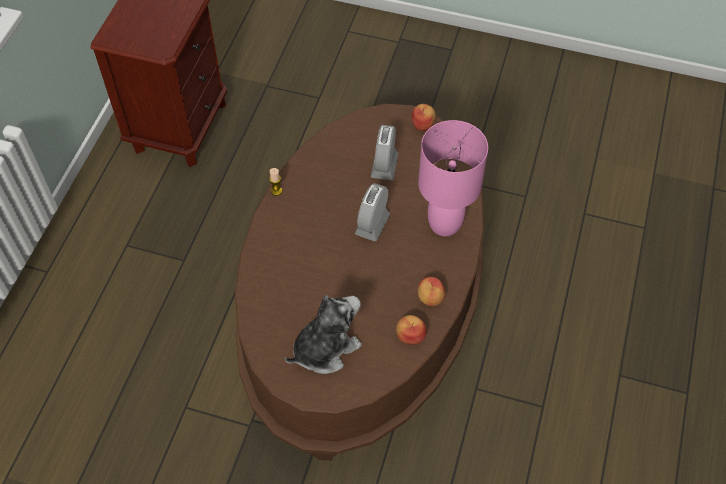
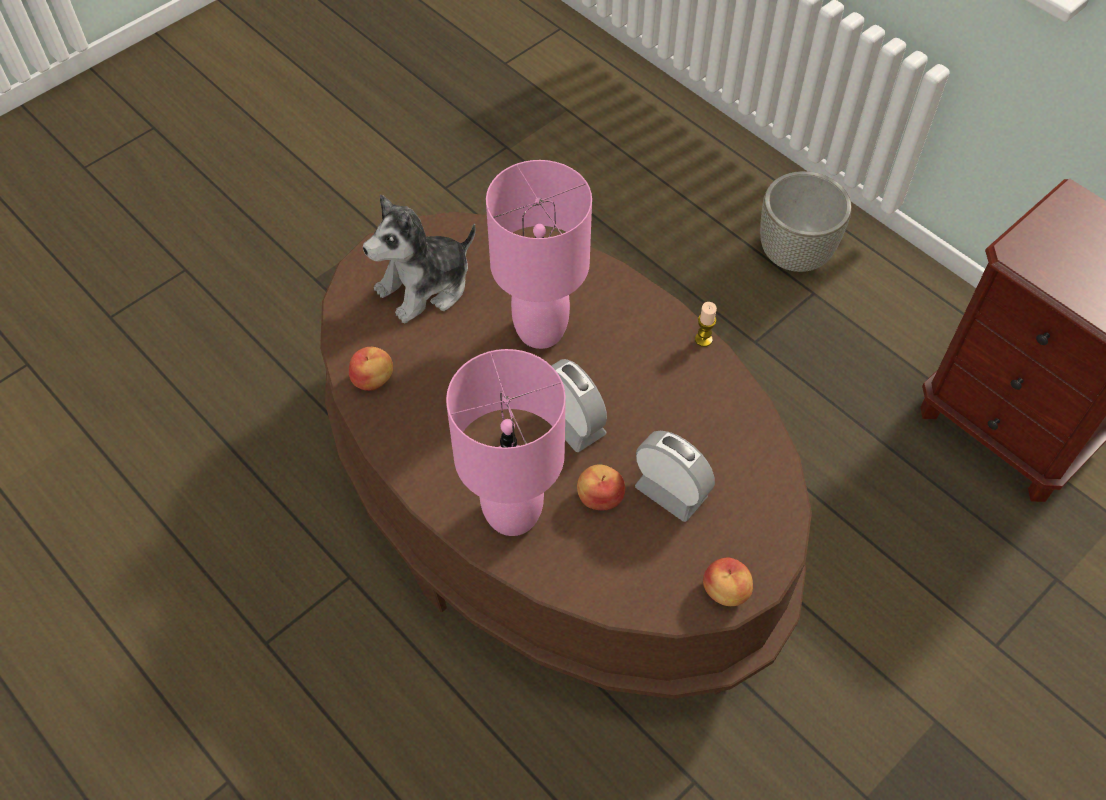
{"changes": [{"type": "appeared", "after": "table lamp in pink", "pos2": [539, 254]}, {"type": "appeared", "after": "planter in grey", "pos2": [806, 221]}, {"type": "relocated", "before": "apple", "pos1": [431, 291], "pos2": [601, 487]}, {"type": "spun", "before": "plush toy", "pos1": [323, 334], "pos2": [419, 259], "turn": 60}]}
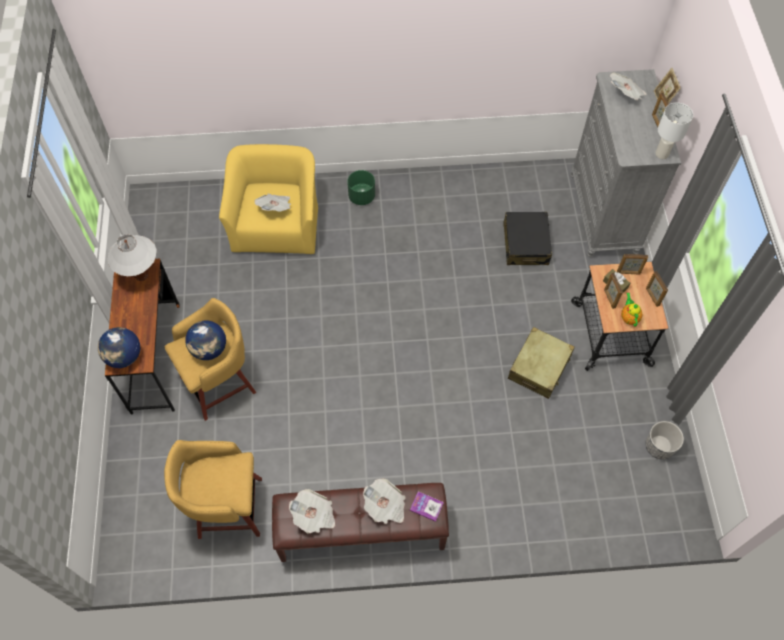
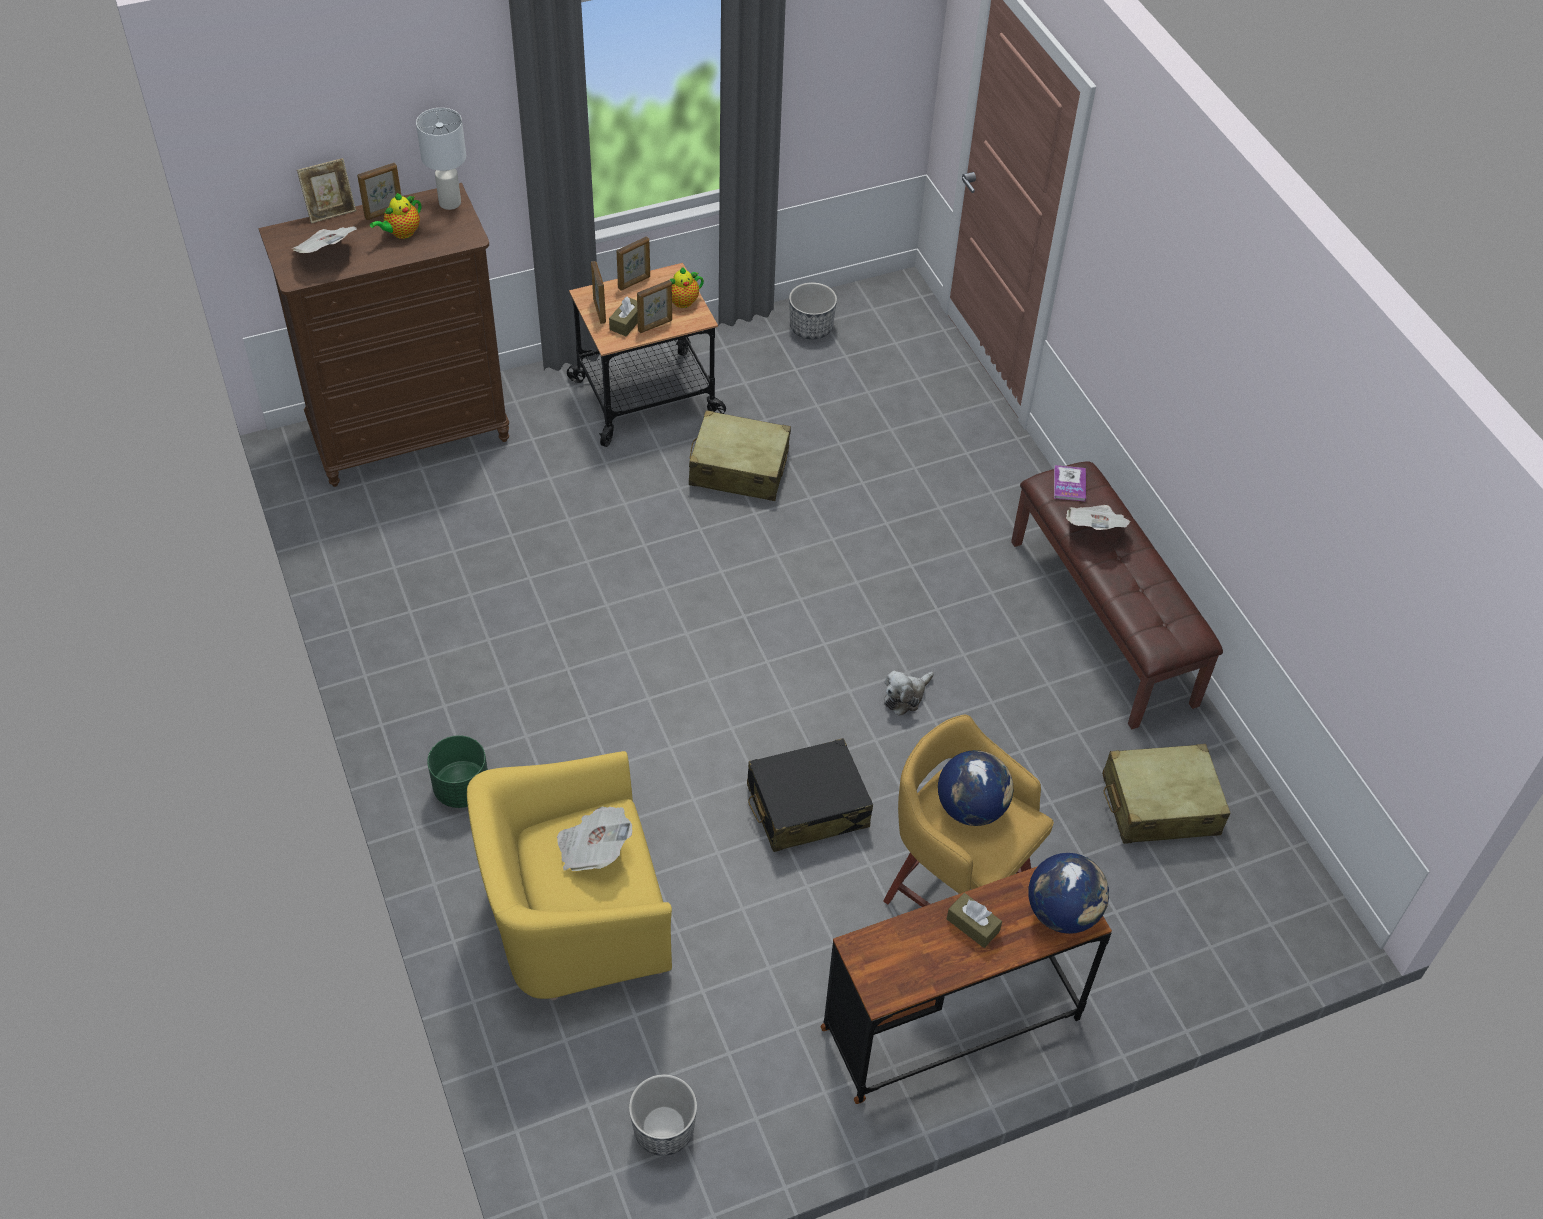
{"changes": [{"type": "missing", "before": "table lamp in white", "pos1": [132, 257]}, {"type": "missing", "before": "newspaper", "pos1": [312, 511]}, {"type": "appeared", "after": "teapot", "pos2": [395, 216]}, {"type": "appeared", "after": "planter", "pos2": [663, 1115]}, {"type": "appeared", "after": "plush toy", "pos2": [909, 693]}, {"type": "appeared", "after": "tissue box in brown", "pos2": [974, 920]}, {"type": "relocated", "before": "suitcase in black", "pos1": [527, 238], "pos2": [810, 795]}, {"type": "exchanged", "before": "stool in yellow", "after": "suitcase in beige", "pos1": [213, 489], "pos2": [1166, 794]}, {"type": "colour", "before": "dresser in grey", "after": "dresser in brown", "pos1": [625, 163], "pos2": [383, 335]}]}
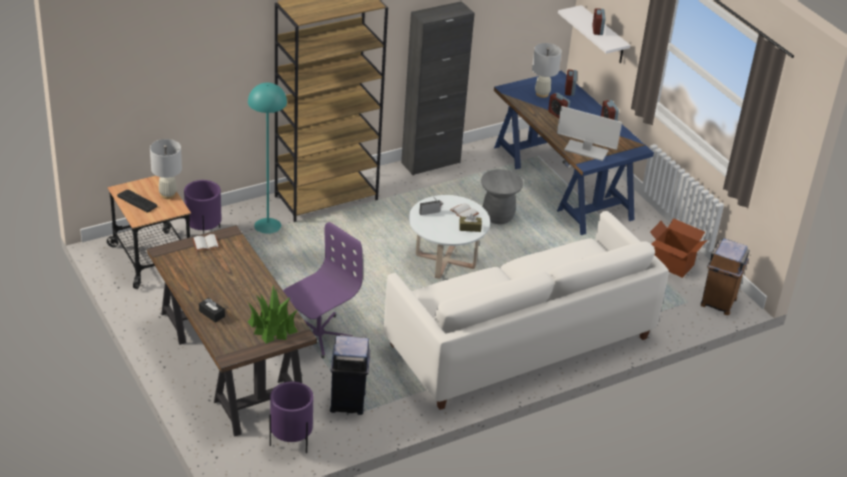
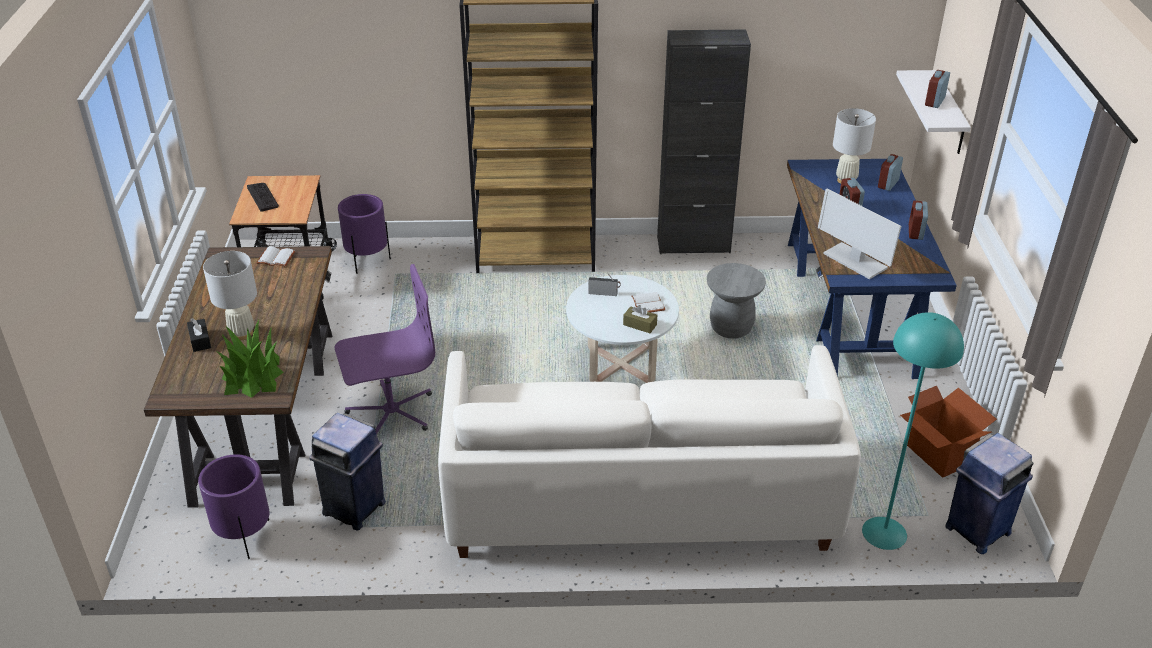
{"changes": [{"type": "relocated", "before": "table lamp in white", "pos1": [166, 169], "pos2": [230, 295]}, {"type": "relocated", "before": "floor lamp in turquoise", "pos1": [267, 158], "pos2": [913, 431]}, {"type": "colour", "before": "trash can in brown", "after": "trash can in blue", "pos1": [725, 276], "pos2": [990, 493]}]}
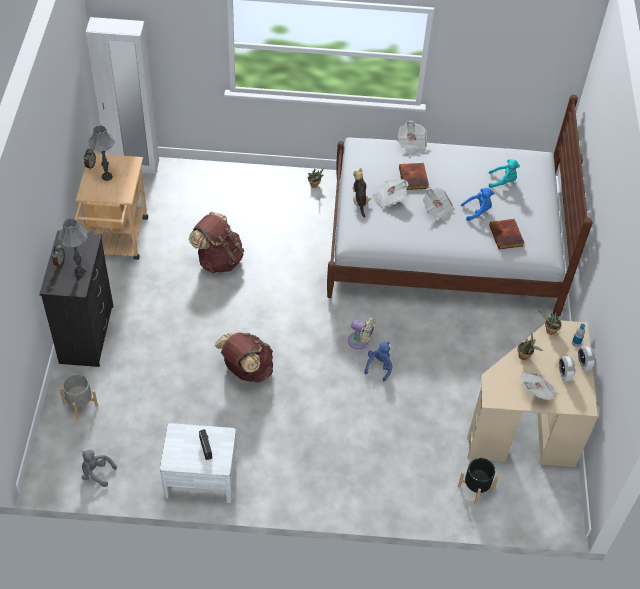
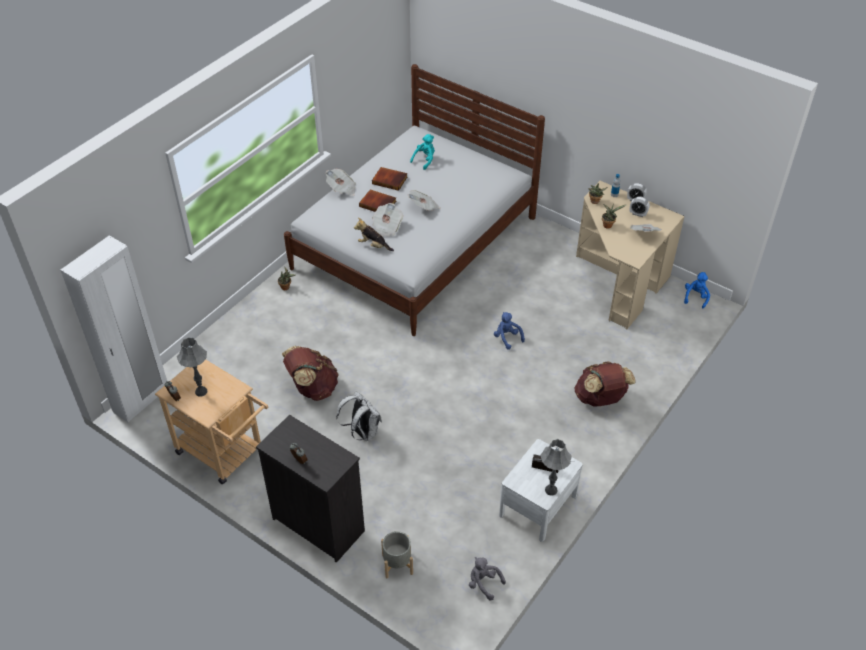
{"changes": [{"type": "missing", "before": "fan in beige", "pos1": [362, 333]}, {"type": "missing", "before": "planter in black", "pos1": [478, 481]}, {"type": "appeared", "after": "backpack in white", "pos2": [359, 416]}, {"type": "relocated", "before": "table lamp in grey", "pos1": [72, 247], "pos2": [556, 467]}, {"type": "relocated", "before": "backpack in brown", "pos1": [244, 357], "pos2": [605, 383]}, {"type": "relocated", "before": "plush toy in blue", "pos1": [478, 204], "pos2": [697, 290]}, {"type": "relocated", "before": "book", "pos1": [506, 234], "pos2": [389, 179]}, {"type": "spun", "before": "plush toy in grey", "pos1": [99, 468], "pos2": [487, 579], "turn": 75}]}
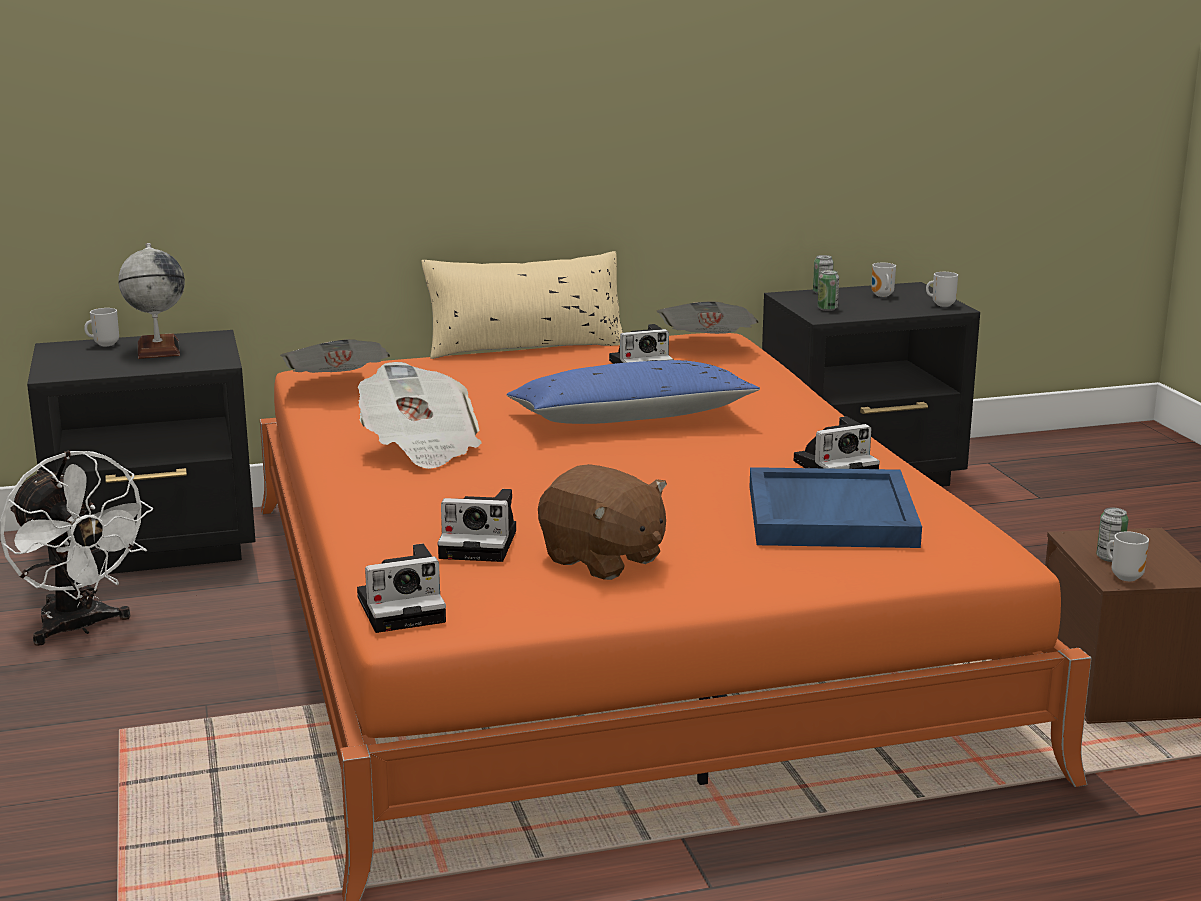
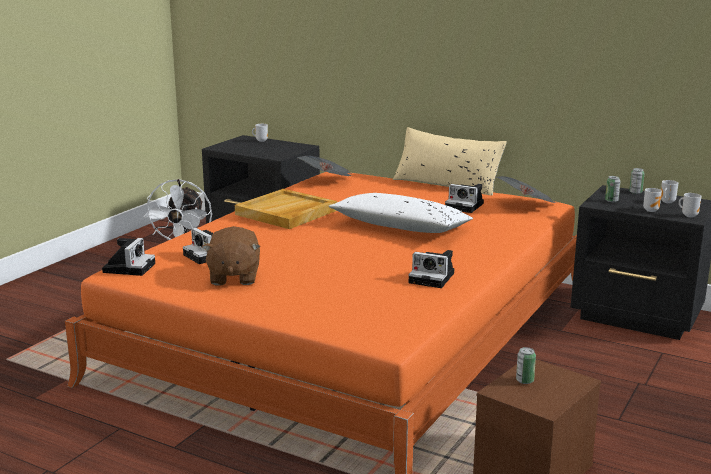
{"changes": [{"type": "missing", "before": "globe", "pos1": [151, 301]}, {"type": "missing", "before": "tray in blue", "pos1": [836, 507]}, {"type": "relocated", "before": "mug", "pos1": [1127, 556], "pos2": [652, 200]}, {"type": "exchanged", "before": "newspaper", "after": "tray in beige", "pos1": [420, 415], "pos2": [286, 209]}, {"type": "colour", "before": "pillow in blue", "after": "pillow in white", "pos1": [633, 392], "pos2": [401, 213]}, {"type": "spun", "before": "photo camera", "pos1": [401, 588], "pos2": [128, 257], "turn": -105}]}
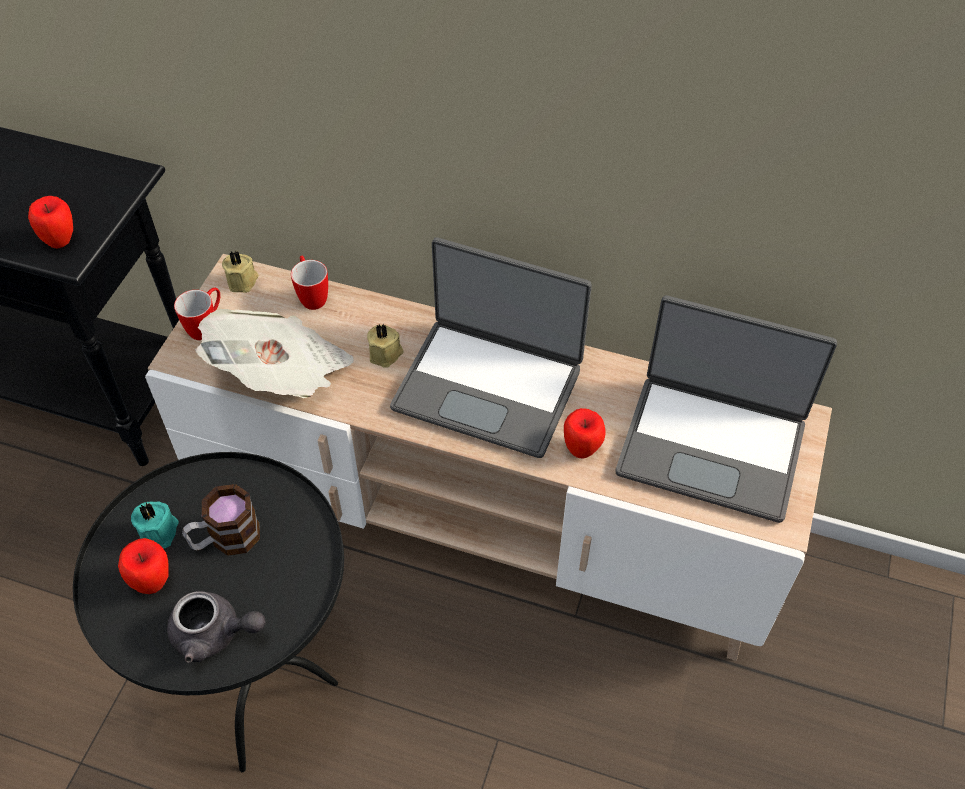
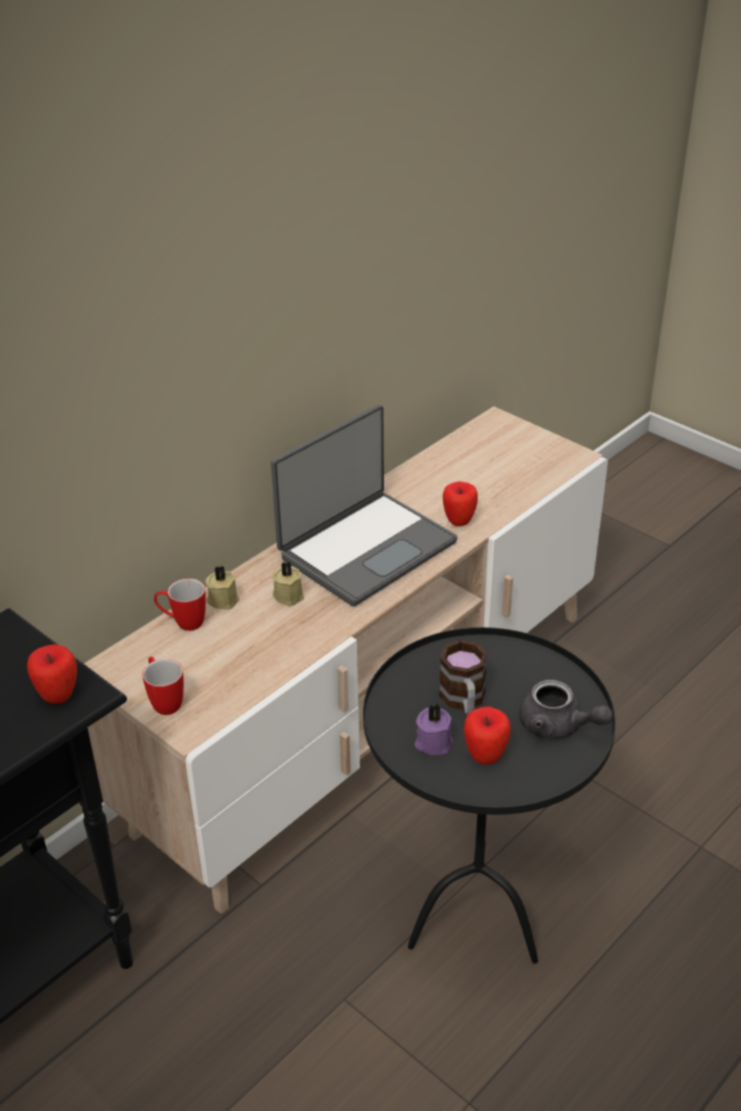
{"changes": [{"type": "missing", "before": "newspaper", "pos1": [274, 353]}, {"type": "missing", "before": "laptop", "pos1": [726, 409]}, {"type": "relocated", "before": "candle in beige", "pos1": [240, 271], "pos2": [222, 588]}, {"type": "colour", "before": "candle in turquoise", "after": "candle in purple", "pos1": [155, 525], "pos2": [434, 729]}, {"type": "spun", "before": "teapot in grey", "pos1": [216, 627], "pos2": [566, 709], "turn": 90}]}
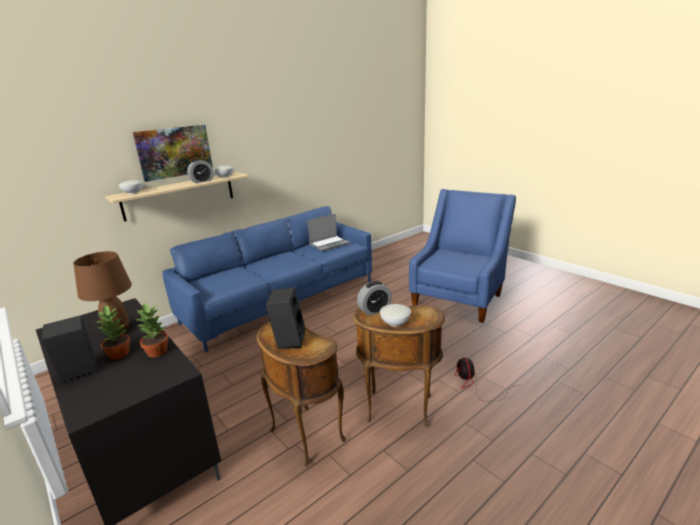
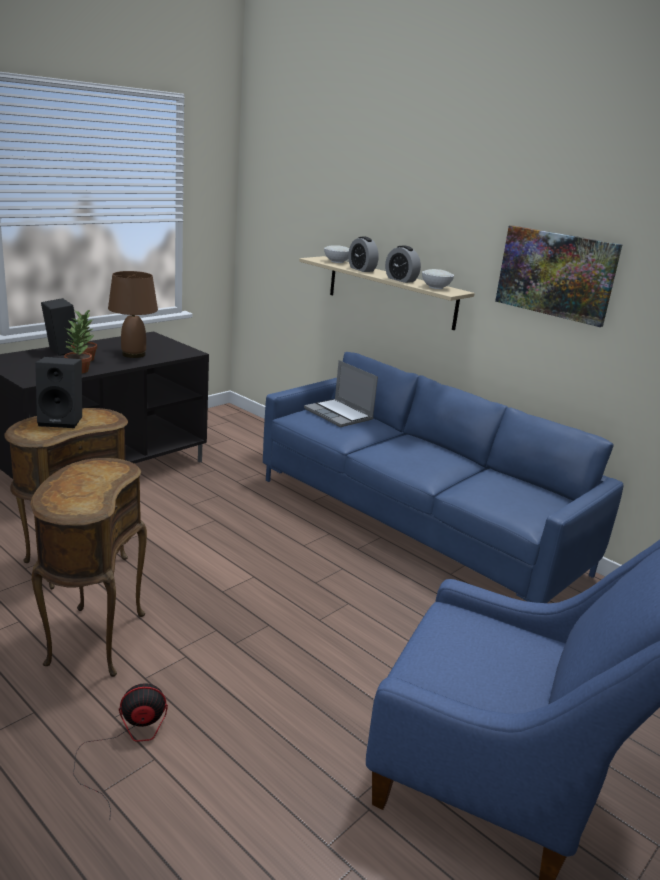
{"changes": [{"type": "missing", "before": "bowl in white", "pos1": [395, 315]}, {"type": "relocated", "before": "picture", "pos1": [173, 153], "pos2": [559, 276]}, {"type": "relocated", "before": "laptop", "pos1": [328, 233], "pos2": [341, 393]}, {"type": "relocated", "before": "alarm clock", "pos1": [374, 298], "pos2": [363, 254]}]}
